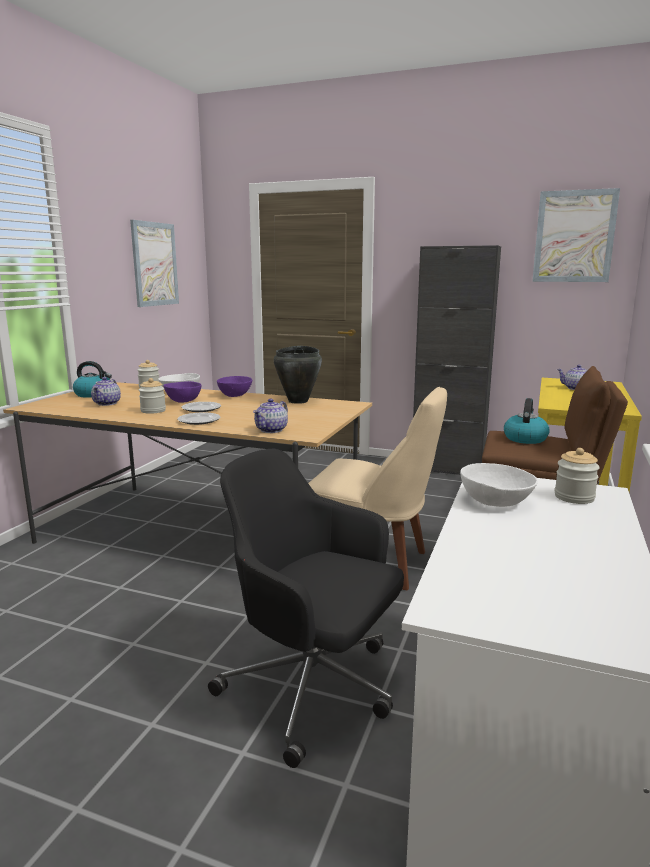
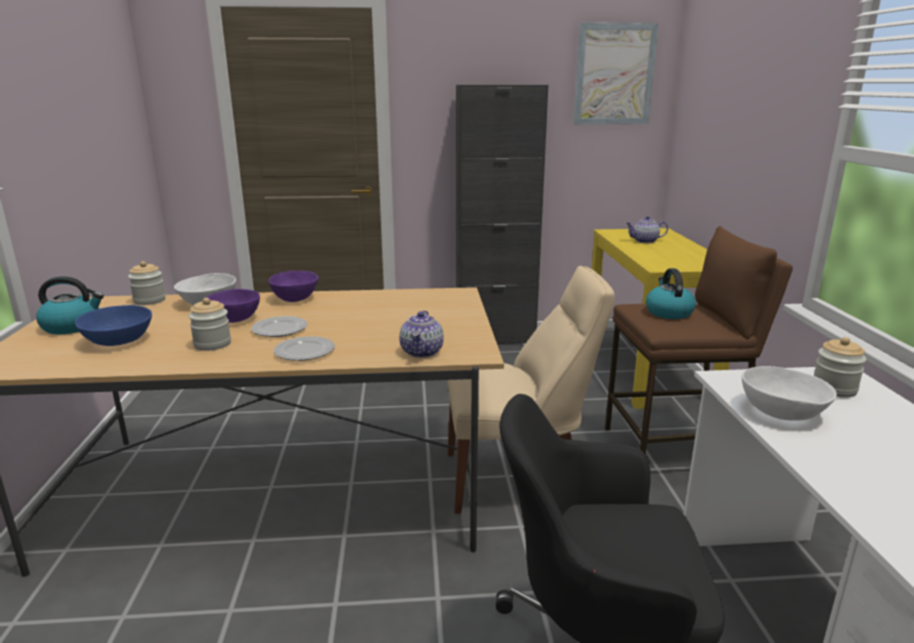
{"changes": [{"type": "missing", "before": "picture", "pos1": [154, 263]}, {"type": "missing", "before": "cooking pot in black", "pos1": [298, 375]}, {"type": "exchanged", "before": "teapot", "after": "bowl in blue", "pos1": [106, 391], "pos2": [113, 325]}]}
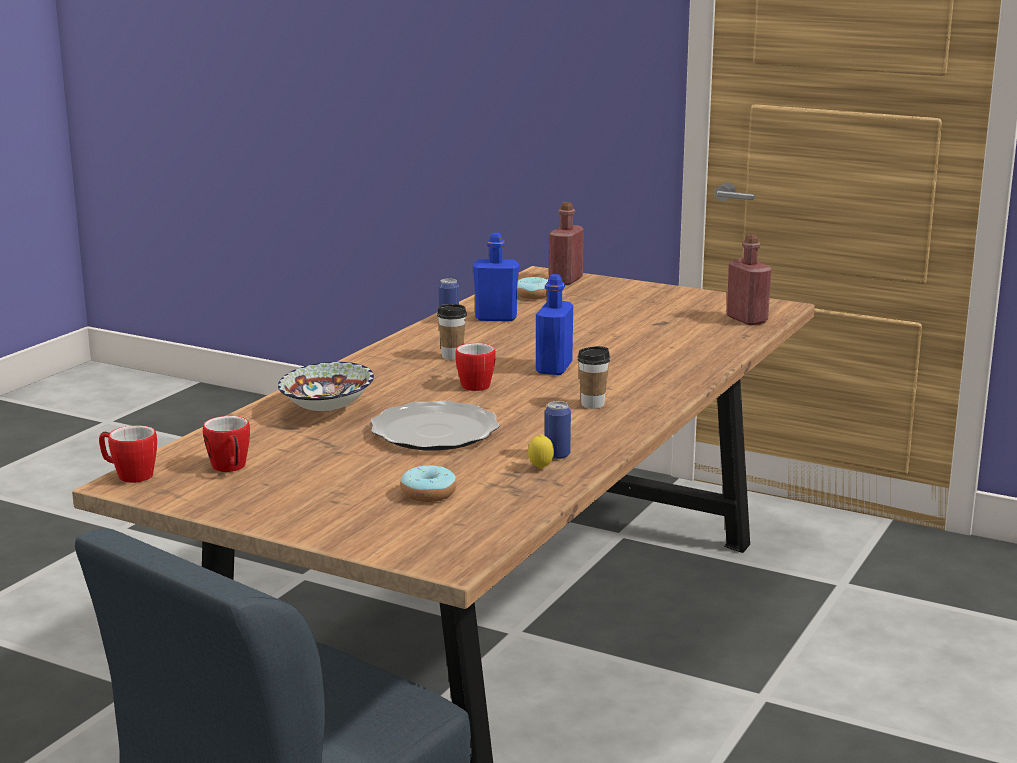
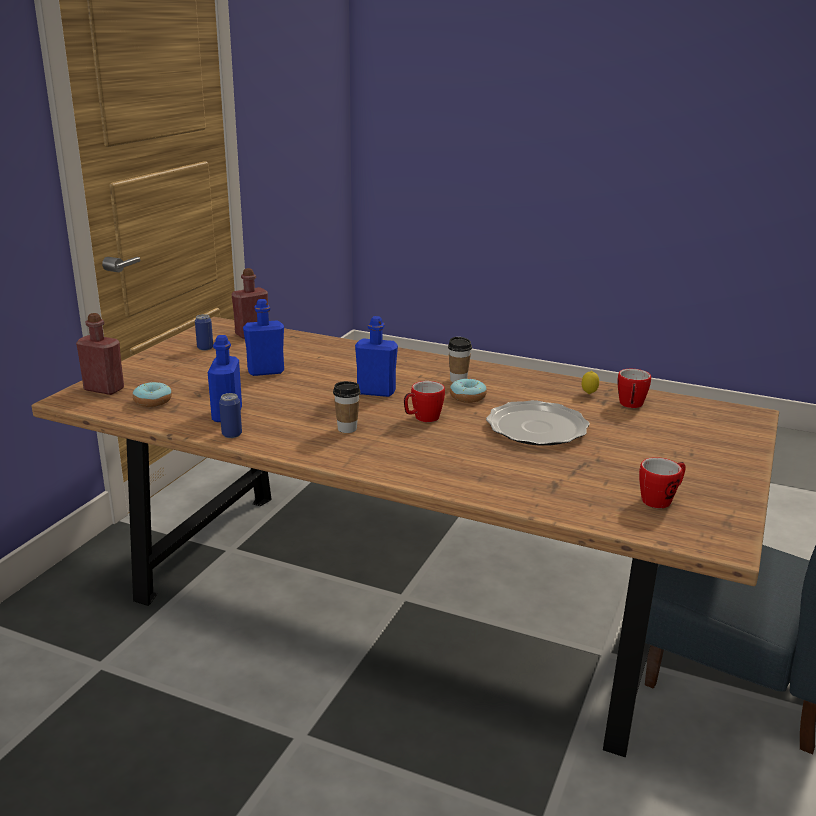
{"changes": [{"type": "missing", "before": "bowl", "pos1": [326, 386]}, {"type": "appeared", "after": "bottle in blue", "pos2": [263, 337]}, {"type": "relocated", "before": "mug", "pos1": [128, 454], "pos2": [634, 388]}, {"type": "relocated", "before": "donut", "pos1": [428, 483], "pos2": [468, 391]}, {"type": "relocated", "before": "can", "pos1": [558, 430], "pos2": [204, 332]}]}
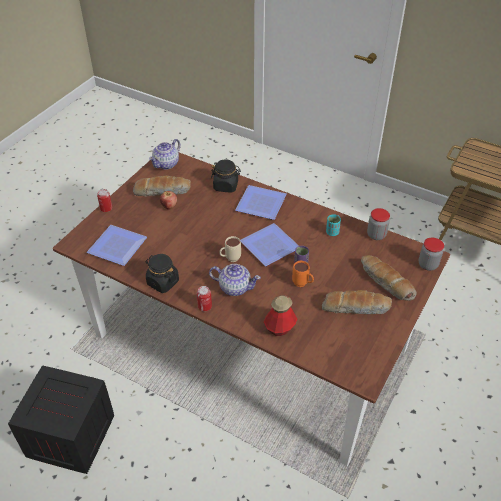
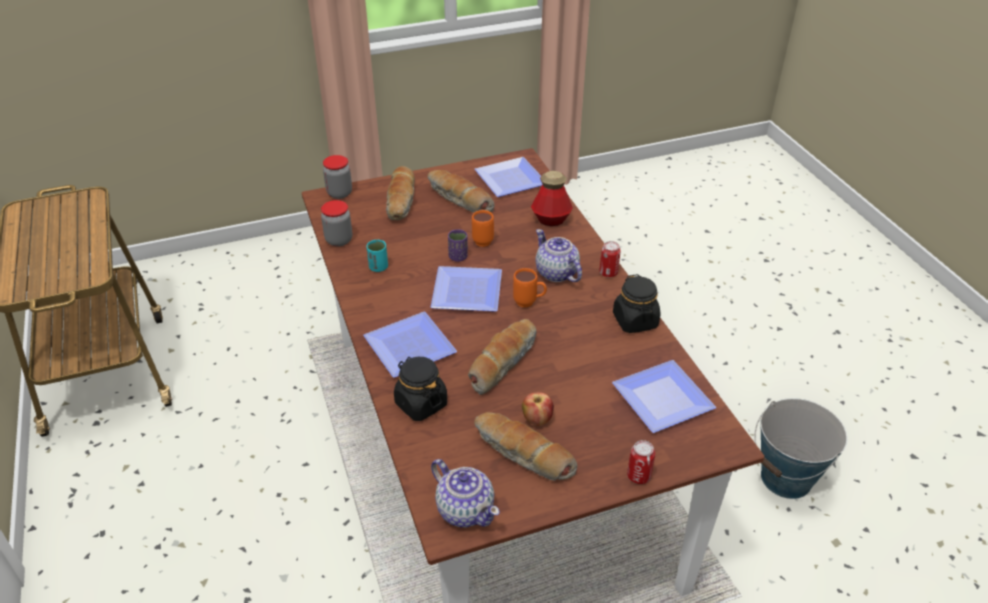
{"changes": [{"type": "appeared", "after": "bread", "pos2": [502, 357]}, {"type": "appeared", "after": "plate", "pos2": [509, 177]}, {"type": "exchanged", "before": "crate", "after": "bucket", "pos1": [61, 419], "pos2": [800, 448]}, {"type": "colour", "before": "mug in beige", "after": "mug in orange", "pos1": [230, 249], "pos2": [530, 288]}, {"type": "spun", "before": "teapot", "pos1": [165, 154], "pos2": [465, 493], "turn": 60}]}
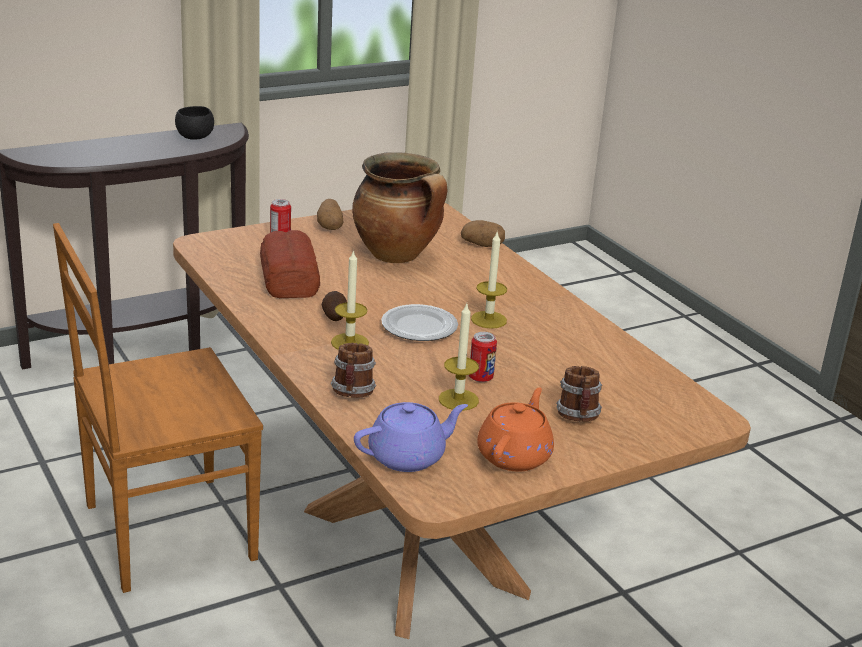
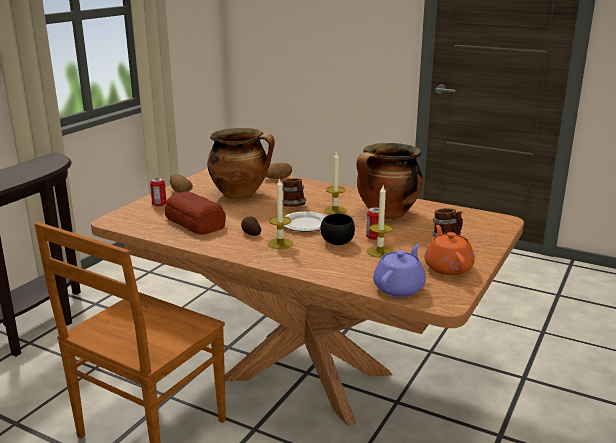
{"changes": [{"type": "appeared", "after": "cooking pot", "pos2": [389, 181]}, {"type": "relocated", "before": "bowl in black", "pos1": [194, 123], "pos2": [337, 229]}, {"type": "relocated", "before": "mug", "pos1": [353, 370], "pos2": [294, 192]}]}
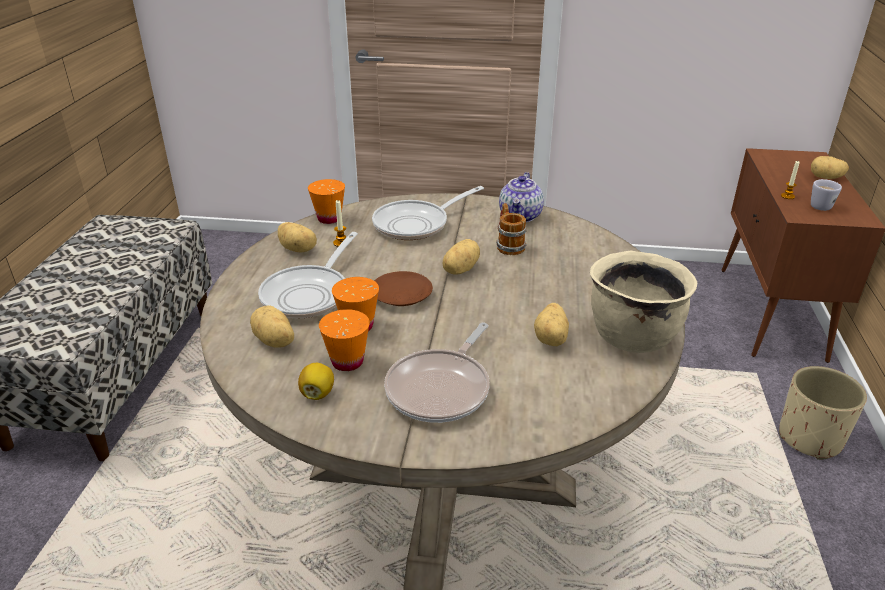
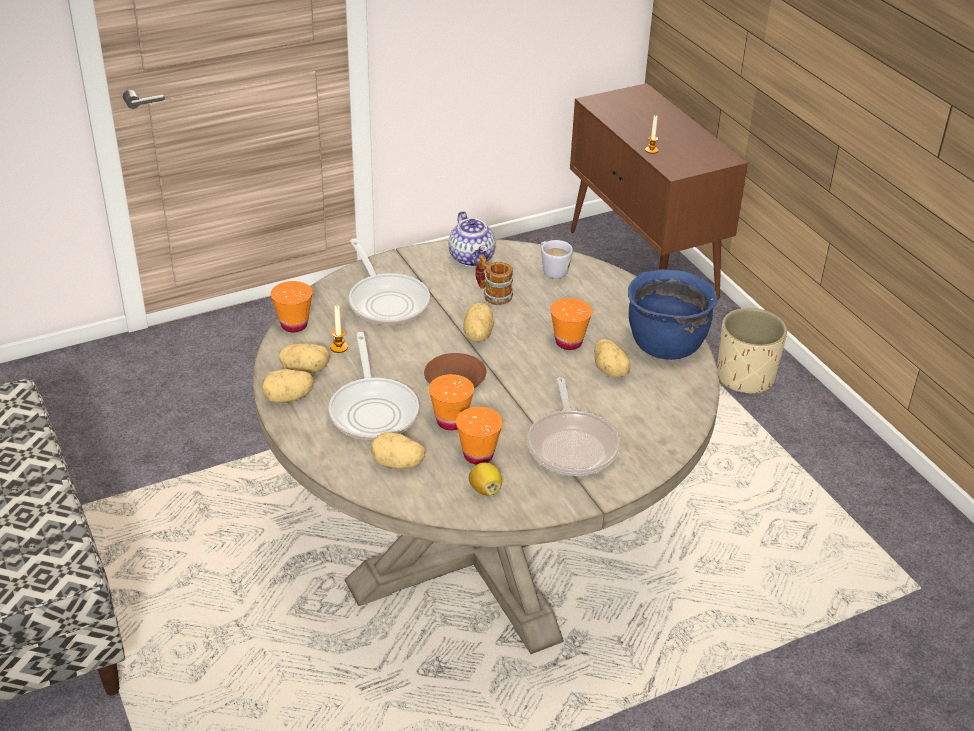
{"changes": [{"type": "appeared", "after": "cup in orange", "pos2": [571, 324]}, {"type": "relocated", "before": "potato", "pos1": [830, 167], "pos2": [288, 386]}, {"type": "relocated", "before": "mug in white", "pos1": [826, 195], "pos2": [557, 259]}, {"type": "colour", "before": "cooking pot in beige", "after": "cooking pot in blue", "pos1": [643, 301], "pos2": [673, 314]}, {"type": "spun", "before": "frying pan", "pos1": [428, 213], "pos2": [389, 282], "turn": -45}]}
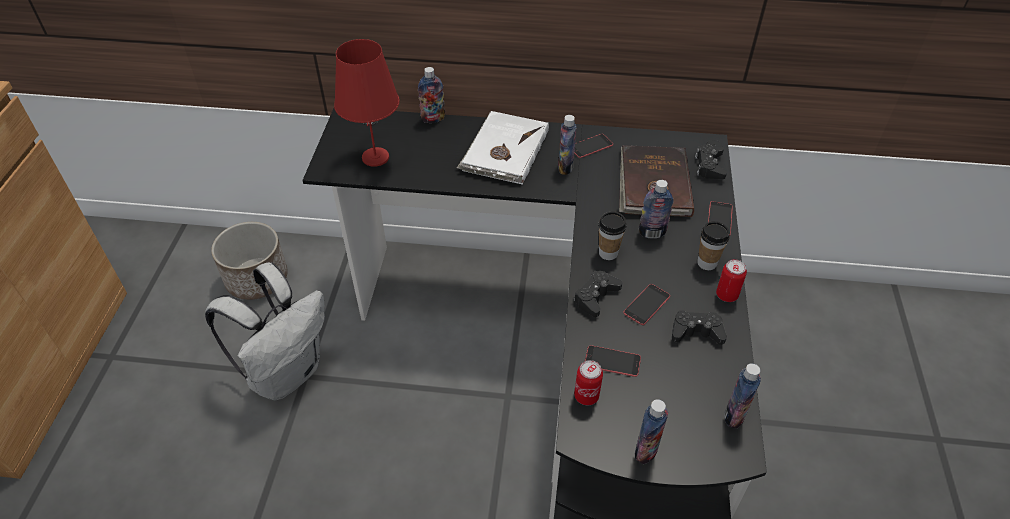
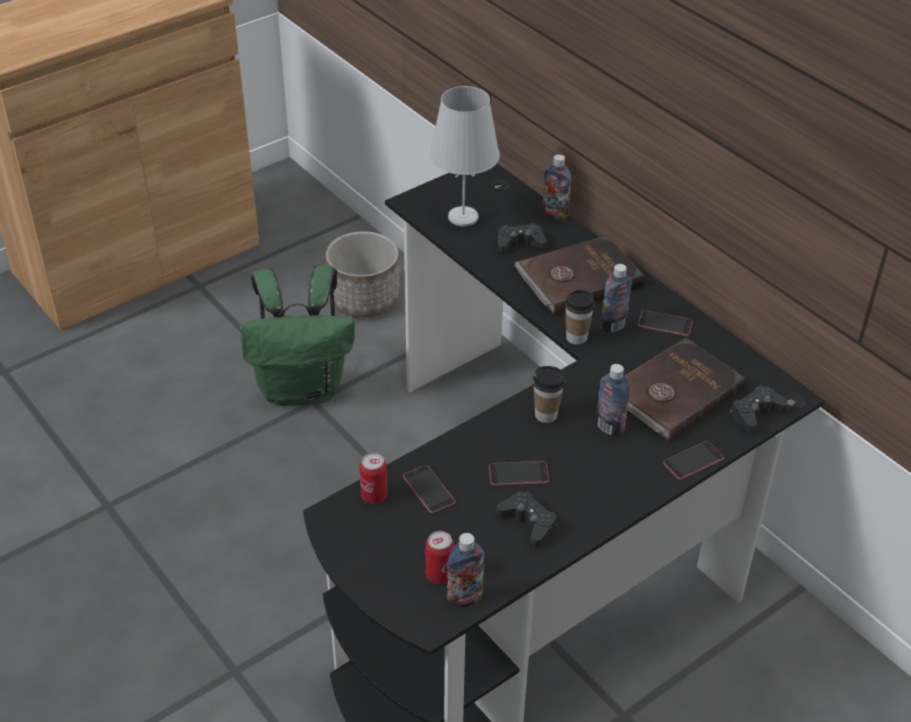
{"changes": [{"type": "missing", "before": "bottle", "pos1": [651, 431]}, {"type": "relocated", "before": "game controller in black", "pos1": [598, 294], "pos2": [522, 237]}, {"type": "relocated", "before": "cup", "pos1": [714, 245], "pos2": [580, 317]}, {"type": "relocated", "before": "can", "pos1": [731, 280], "pos2": [440, 557]}, {"type": "colour", "before": "backpack in white", "after": "backpack in green", "pos1": [265, 332], "pos2": [297, 335]}, {"type": "colour", "before": "table lamp in red", "after": "table lamp in white", "pos1": [367, 103], "pos2": [464, 156]}, {"type": "colour", "before": "book in white", "after": "book in brown", "pos1": [503, 148], "pos2": [580, 275]}]}
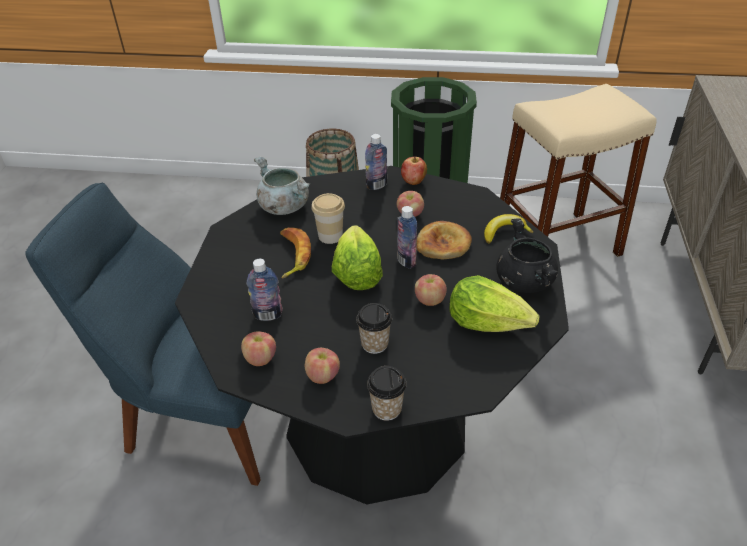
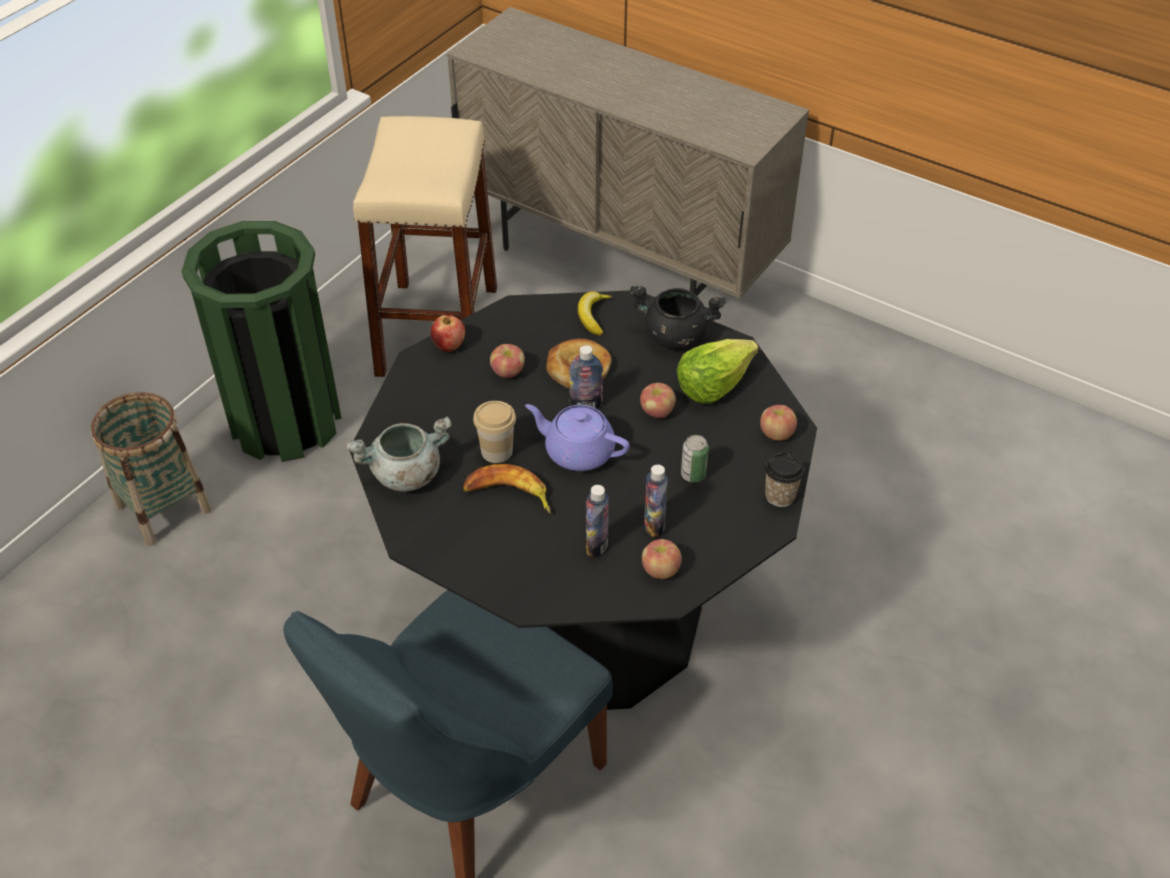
{"changes": [{"type": "relocated", "before": "apple", "pos1": [322, 366], "pos2": [778, 423]}, {"type": "relocated", "before": "bottle", "pos1": [376, 162], "pos2": [656, 500]}, {"type": "exchanged", "before": "lettuce", "after": "teapot in purple", "pos1": [357, 257], "pos2": [577, 437]}, {"type": "exchanged", "before": "cup", "after": "can", "pos1": [374, 328], "pos2": [695, 459]}]}
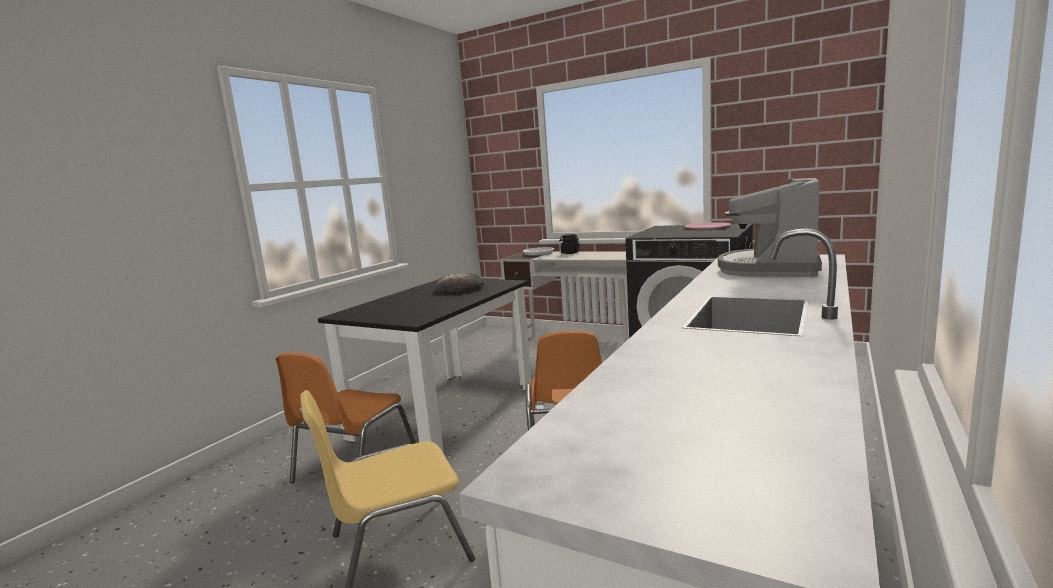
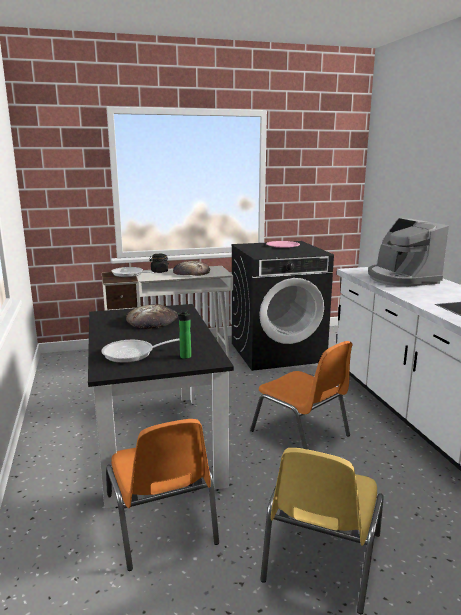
{"changes": [{"type": "appeared", "after": "frying pan", "pos2": [140, 350]}, {"type": "appeared", "after": "bread", "pos2": [191, 268]}, {"type": "appeared", "after": "bottle", "pos2": [184, 334]}]}
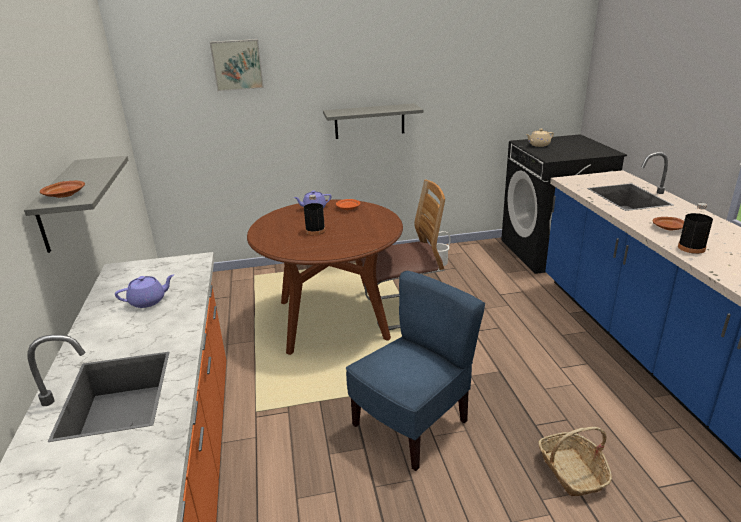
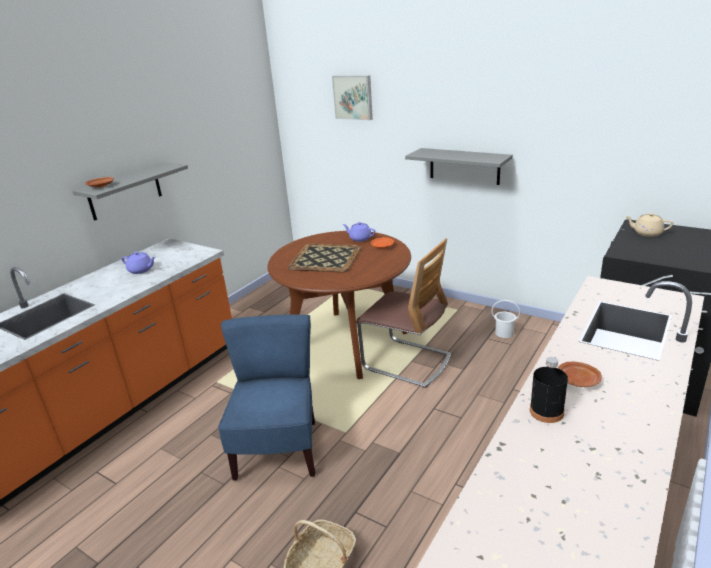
{"changes": [{"type": "exchanged", "before": "bottle in black", "after": "tray", "pos1": [314, 215], "pos2": [324, 258]}, {"type": "spun", "before": "chair in blue", "pos1": [415, 371], "pos2": [266, 397], "turn": -90}]}
